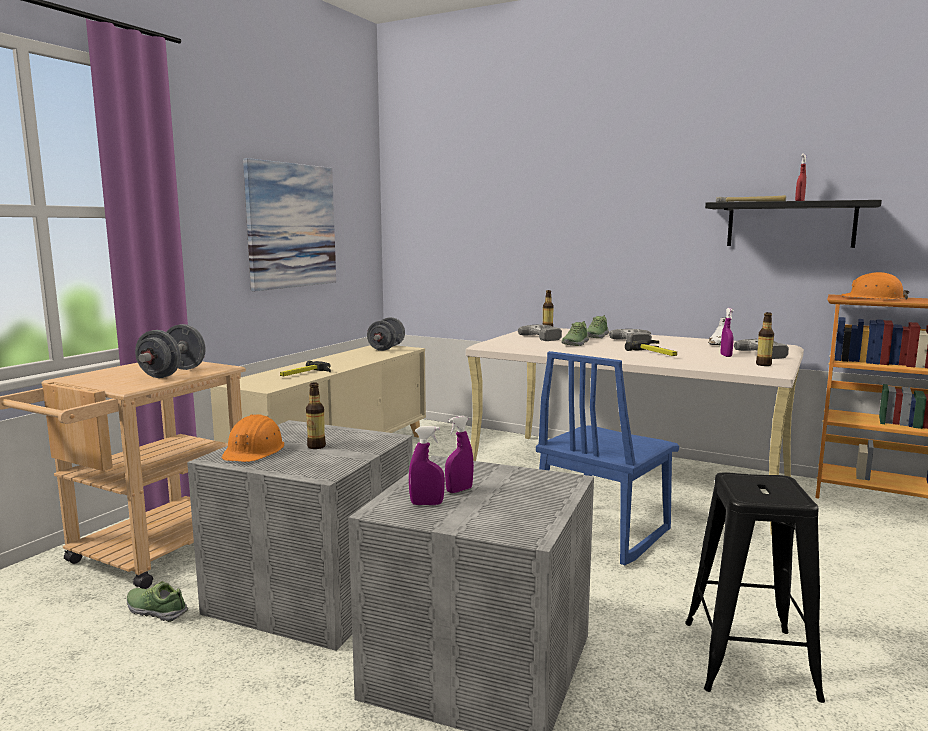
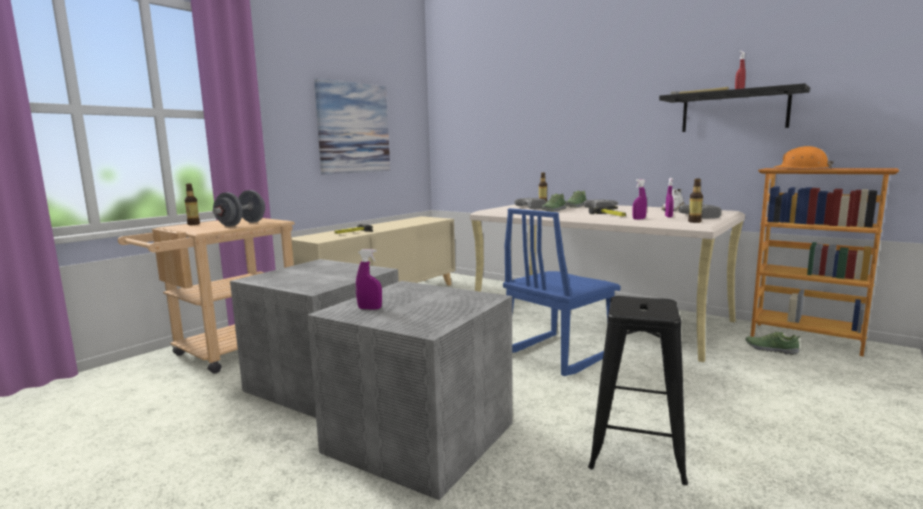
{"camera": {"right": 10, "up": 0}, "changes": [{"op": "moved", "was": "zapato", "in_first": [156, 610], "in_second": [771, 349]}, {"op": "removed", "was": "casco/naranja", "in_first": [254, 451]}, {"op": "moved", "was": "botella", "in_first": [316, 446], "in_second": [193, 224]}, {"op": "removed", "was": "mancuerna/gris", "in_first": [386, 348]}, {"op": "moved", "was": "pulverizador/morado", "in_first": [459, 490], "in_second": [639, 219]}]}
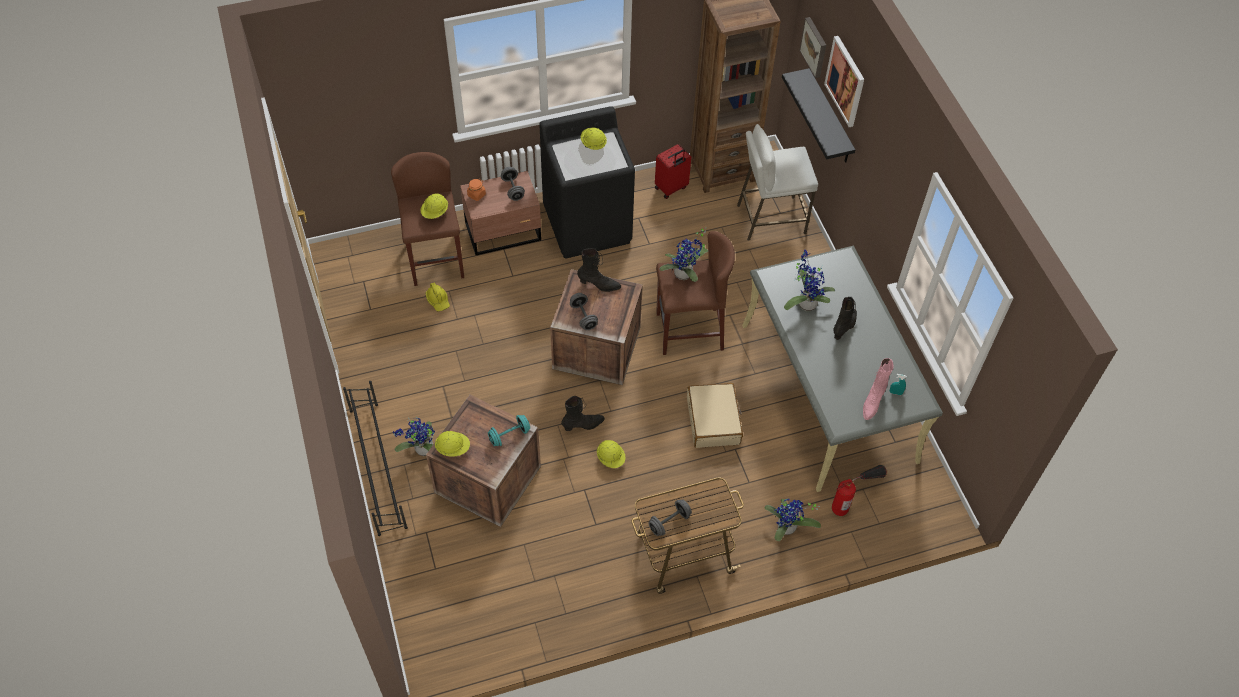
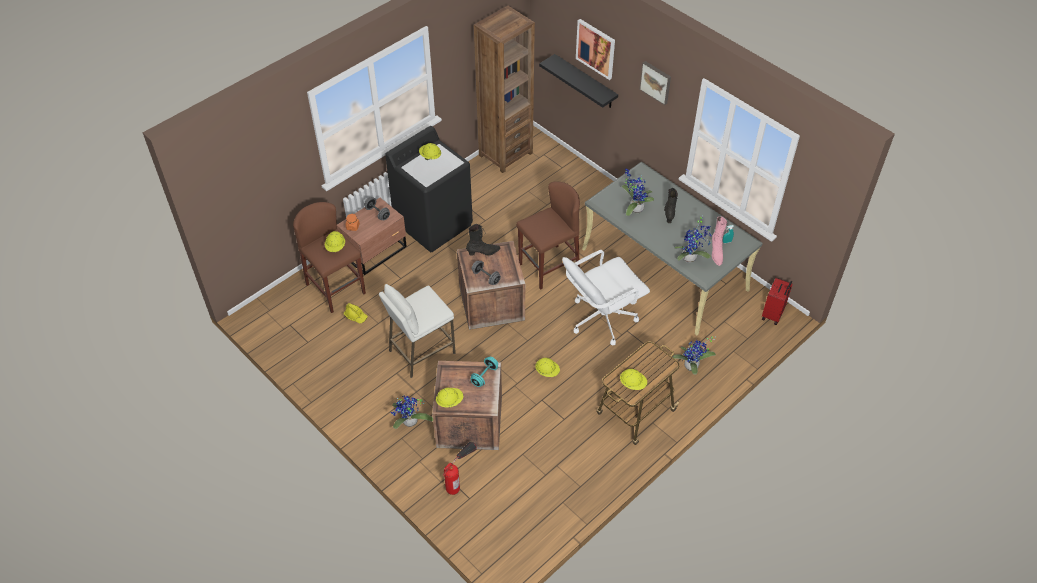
{"camera": {"right": -25, "up": -5}, "changes": [{"op": "removed", "was": "zapatero/negro", "in_first": [378, 467]}, {"op": "removed", "was": "bota/negro", "in_first": [583, 425]}, {"op": "replaced", "was": "mancuerna/gris", "now": "casco/amarillo", "in_first": [669, 522], "in_second": [633, 384]}, {"op": "moved", "was": "maleta/rojo", "in_first": [671, 188], "in_second": [773, 314]}, {"op": "moved", "was": "planta en maceta", "in_first": [685, 275], "in_second": [691, 258]}, {"op": "replaced", "was": "maleta/beis", "now": "silla de oficina/blanco", "in_first": [713, 421], "in_second": [601, 318]}, {"op": "moved", "was": "taburete/blanco", "in_first": [770, 219], "in_second": [421, 352]}, {"op": "moved", "was": "cuadro", "in_first": [815, 47], "in_second": [656, 82]}, {"op": "moved", "was": "extintor", "in_first": [852, 501], "in_second": [460, 478]}]}
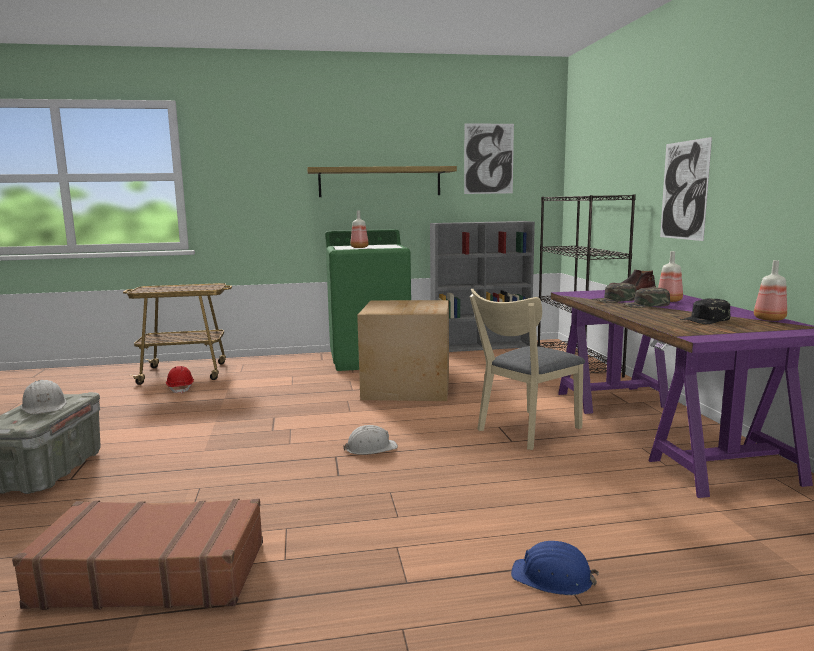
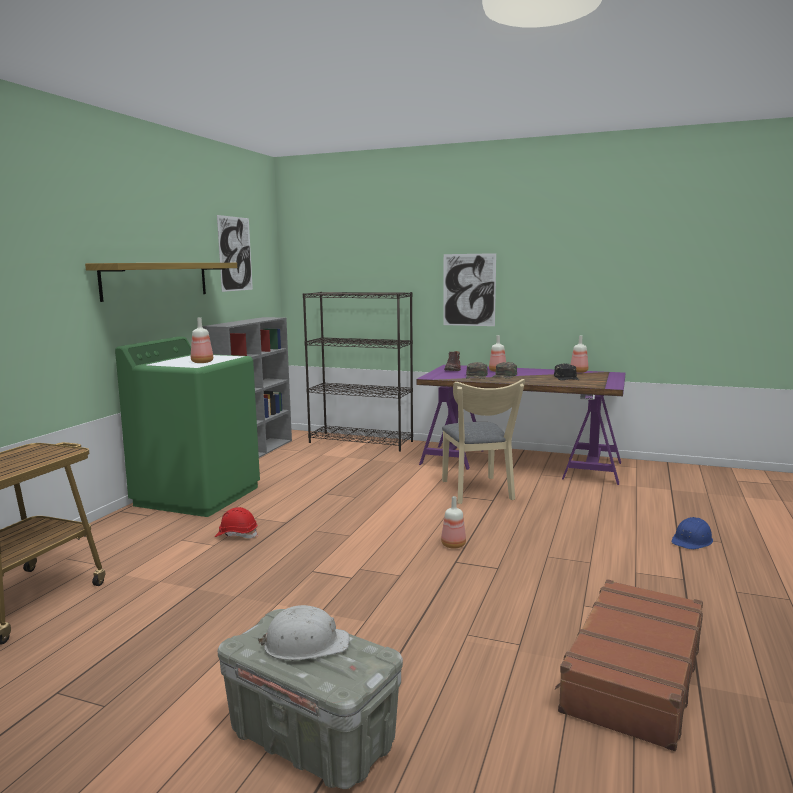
{"camera": {"right": -60, "up": 0}, "changes": [{"op": "moved", "was": "casco/rojo", "in_first": [181, 388], "in_second": [236, 535]}, {"op": "replaced", "was": "casco/blanco", "now": "botella", "in_first": [370, 448], "in_second": [452, 545]}, {"op": "removed", "was": "caja de cartón", "in_first": [408, 387]}]}
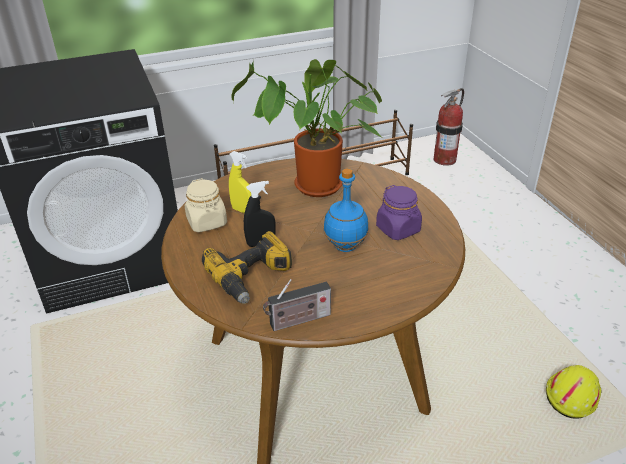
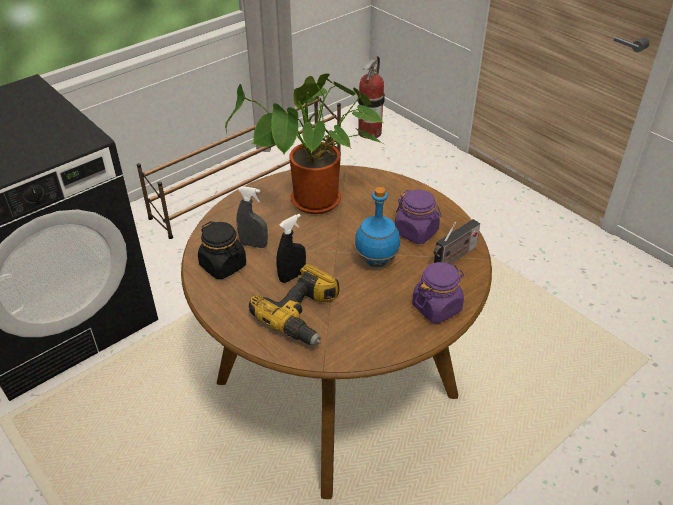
{"camera": {"right": -20, "up": 5}, "changes": [{"op": "recoloured", "was": "tarro/beis", "now": "tarro/negro", "in_first": [207, 222], "in_second": [223, 265]}, {"op": "recoloured", "was": "pulverizador/amarillo", "now": "pulverizador/gris", "in_first": [243, 210], "in_second": [253, 244]}, {"op": "moved", "was": "radio", "in_first": [297, 321], "in_second": [453, 258]}, {"op": "removed", "was": "casco/amarillo", "in_first": [571, 395]}, {"op": "added", "now": "tarro/morado", "in_second": [437, 307]}]}
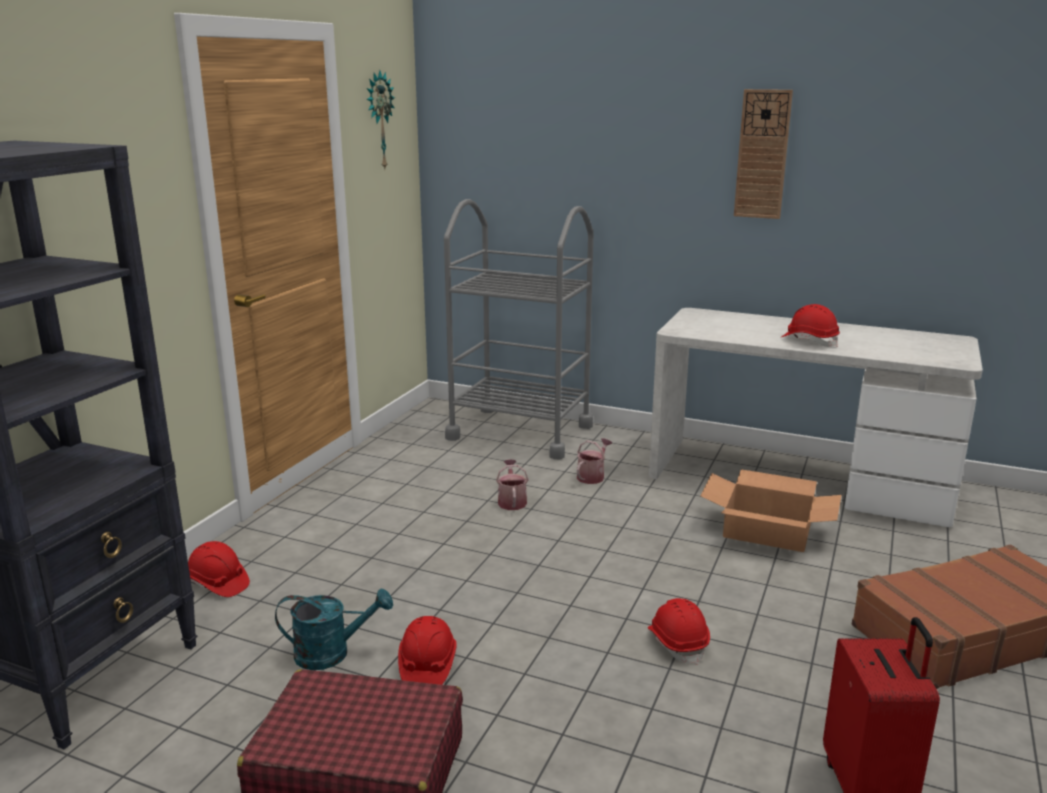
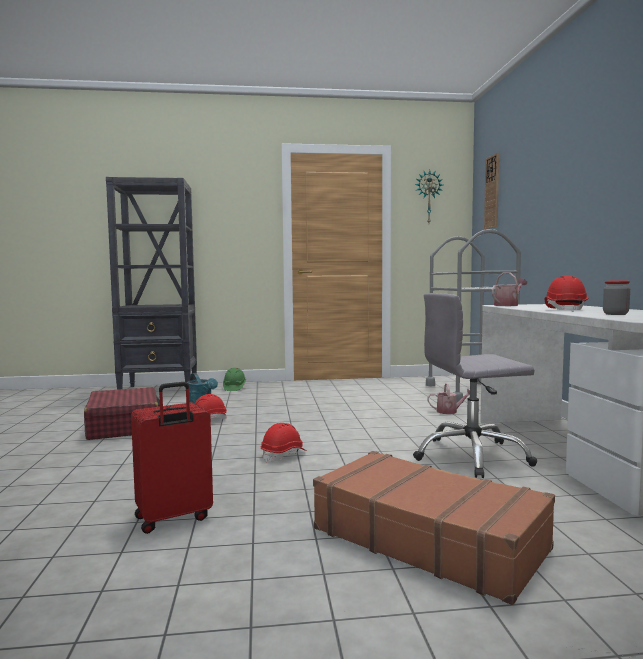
{"camera": {"right": 60, "up": -15}, "changes": [{"op": "recoloured", "was": "casco/rojo", "now": "casco/verde", "in_first": [218, 583], "in_second": [234, 388]}, {"op": "moved", "was": "regadera", "in_first": [512, 501], "in_second": [508, 305]}, {"op": "replaced", "was": "caja de cartón", "now": "silla de oficina/gris", "in_first": [767, 530], "in_second": [471, 456]}, {"op": "moved", "was": "reloj de pared", "in_first": [762, 154], "in_second": [492, 192]}, {"op": "added", "now": "tarro", "in_second": [615, 314]}]}
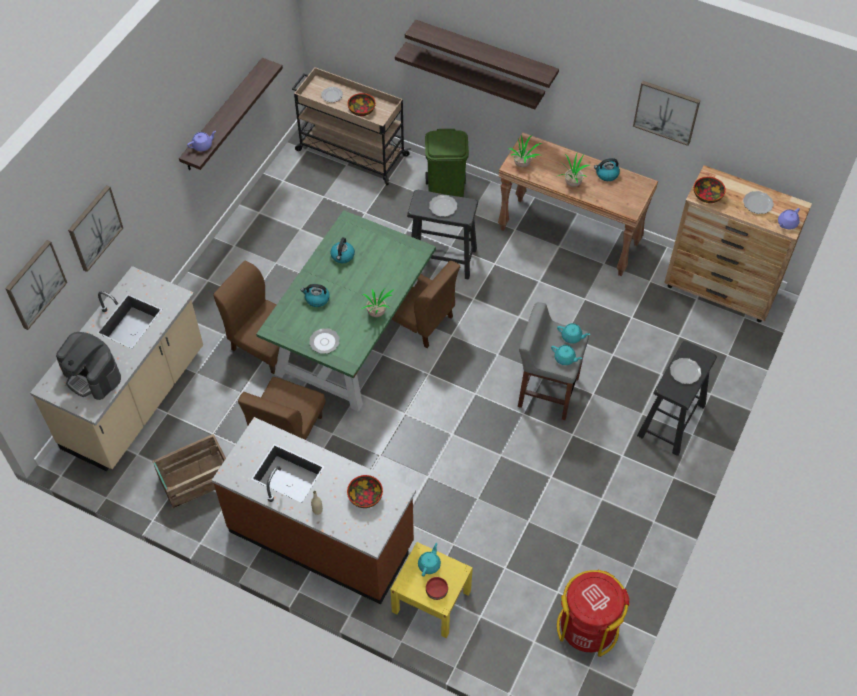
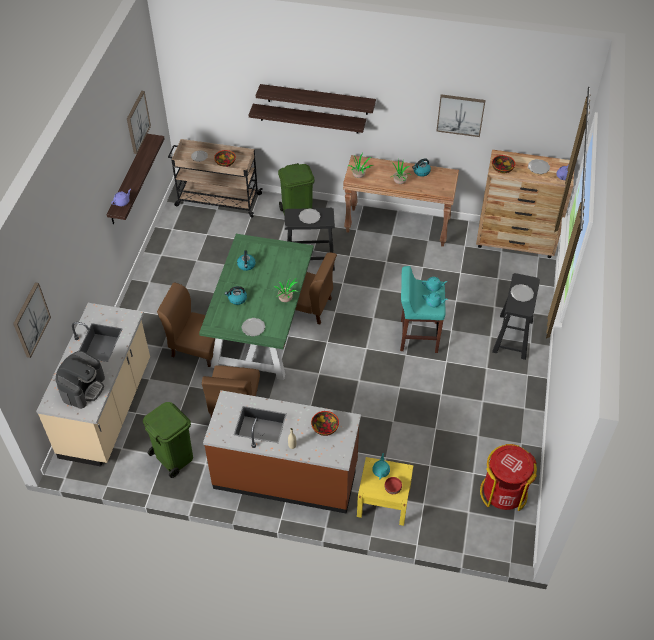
{"camera": {"right": -15, "up": -5}, "changes": [{"op": "turned", "was": "cafetera", "in_first": [92, 376], "in_second": [83, 388], "clockwise": -90}, {"op": "moved", "was": "cuadro", "in_first": [94, 228], "in_second": [137, 122]}, {"op": "replaced", "was": "caja de embalaje", "now": "papelera/verde", "in_first": [195, 479], "in_second": [173, 456]}, {"op": "recoloured", "was": "taburete/gris", "now": "taburete/turquesa", "in_first": [547, 392], "in_second": [418, 336]}]}
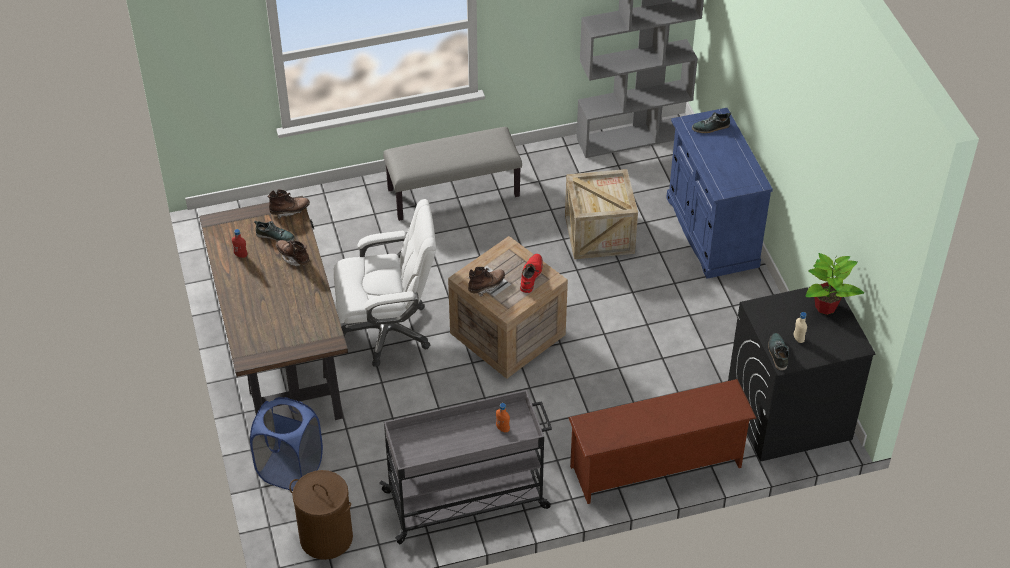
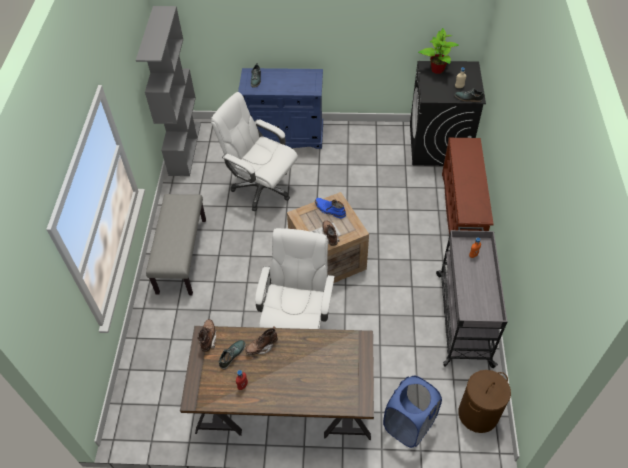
{"camera": {"right": -70, "up": 5}, "changes": [{"op": "recoloured", "was": "bota/rojo", "now": "bota/azul", "in_first": [530, 276], "in_second": [329, 210]}, {"op": "replaced", "was": "caja de embalaje", "now": "silla de oficina/blanco", "in_first": [599, 234], "in_second": [261, 187]}]}
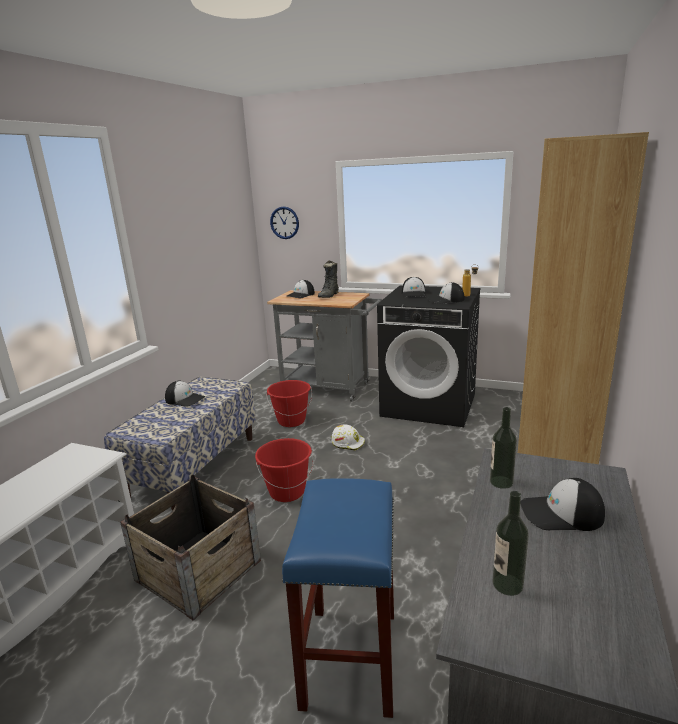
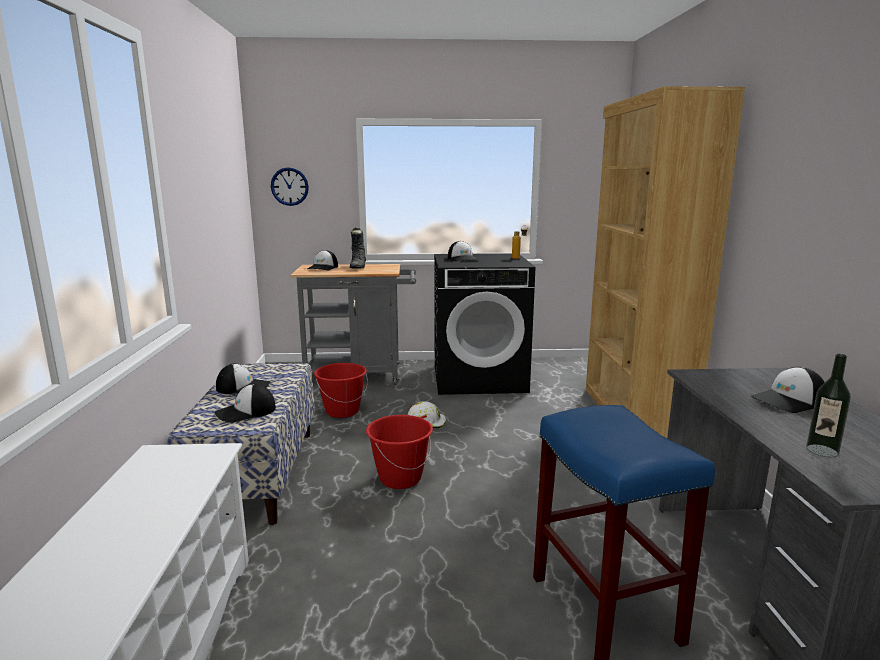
{"camera": {"right": -25, "up": -5}, "changes": [{"op": "removed", "was": "caja de embalaje", "in_first": [198, 570]}, {"op": "moved", "was": "gorra", "in_first": [445, 300], "in_second": [246, 412]}, {"op": "removed", "was": "botella", "in_first": [501, 482]}]}
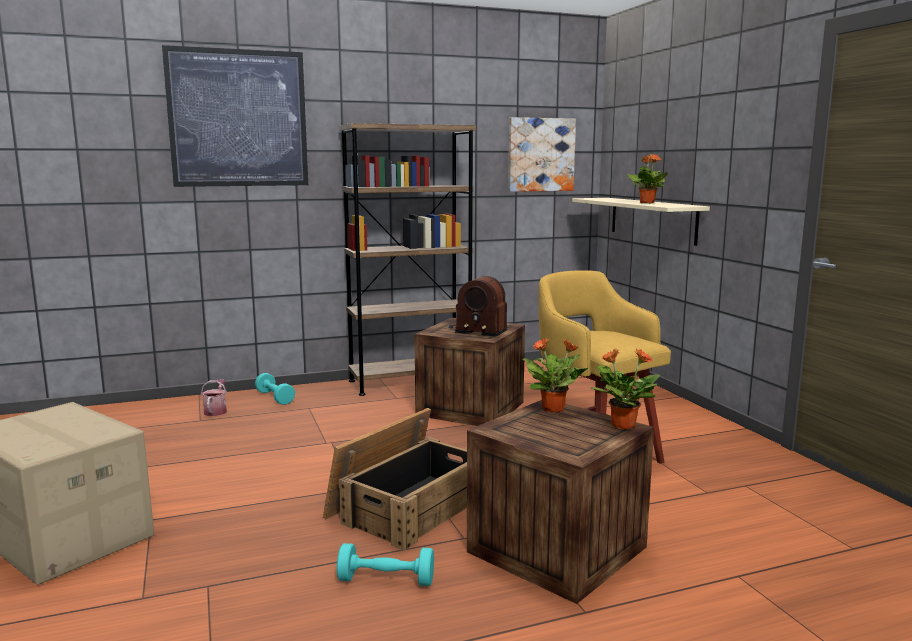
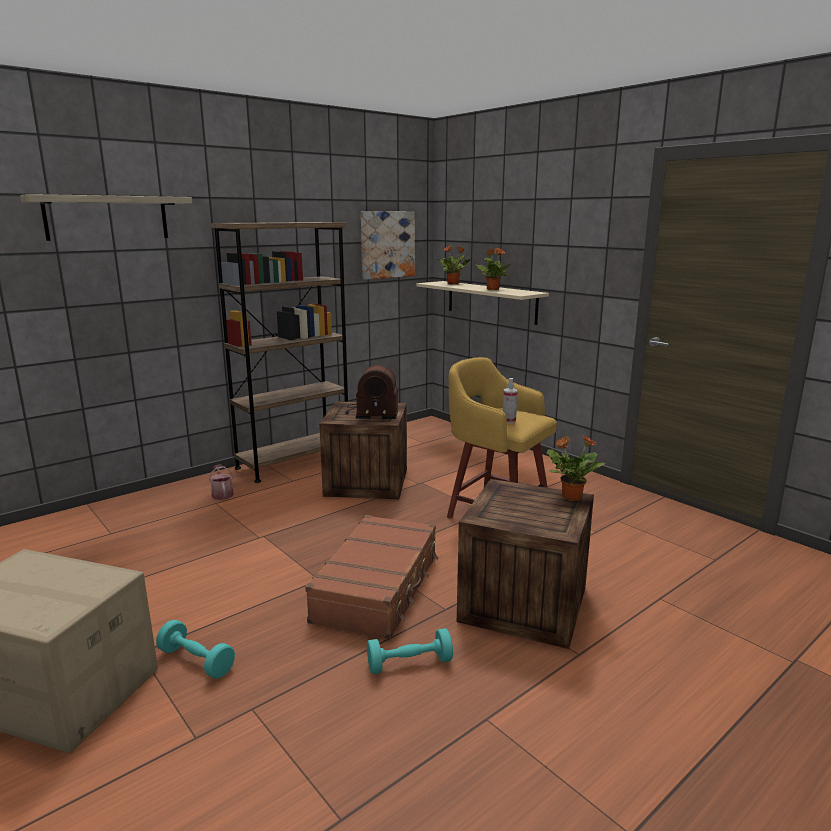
{"camera": {"right": -20, "up": 5}, "changes": [{"op": "replaced", "was": "cuadro", "now": "estante", "in_first": [238, 118], "in_second": [107, 218]}, {"op": "moved", "was": "regadera", "in_first": [216, 411], "in_second": [222, 494]}, {"op": "moved", "was": "mancuerna/turquesa", "in_first": [275, 398], "in_second": [196, 661]}, {"op": "replaced", "was": "caja de embalaje", "now": "maleta/marrón", "in_first": [408, 505], "in_second": [378, 587]}, {"op": "moved", "was": "planta en maceta", "in_first": [554, 409], "in_second": [453, 284]}, {"op": "added", "now": "pulverizador", "in_second": [509, 421]}]}
